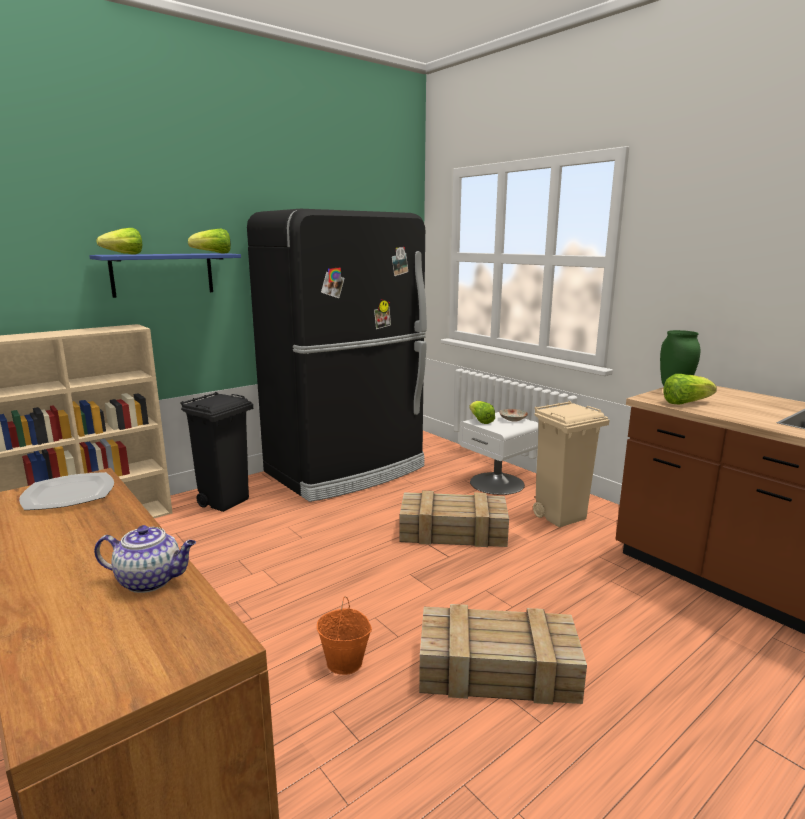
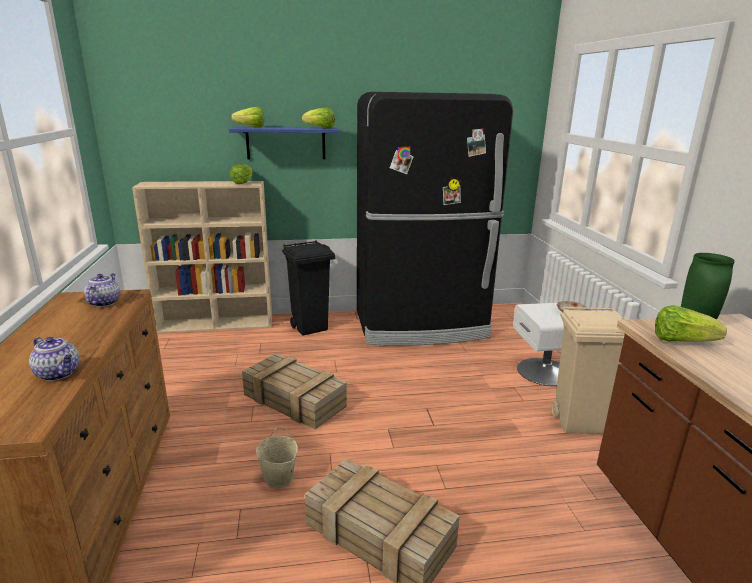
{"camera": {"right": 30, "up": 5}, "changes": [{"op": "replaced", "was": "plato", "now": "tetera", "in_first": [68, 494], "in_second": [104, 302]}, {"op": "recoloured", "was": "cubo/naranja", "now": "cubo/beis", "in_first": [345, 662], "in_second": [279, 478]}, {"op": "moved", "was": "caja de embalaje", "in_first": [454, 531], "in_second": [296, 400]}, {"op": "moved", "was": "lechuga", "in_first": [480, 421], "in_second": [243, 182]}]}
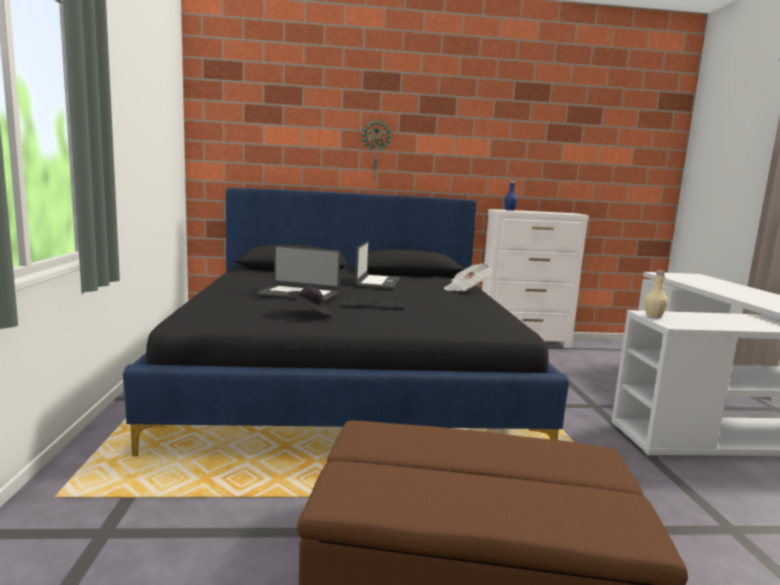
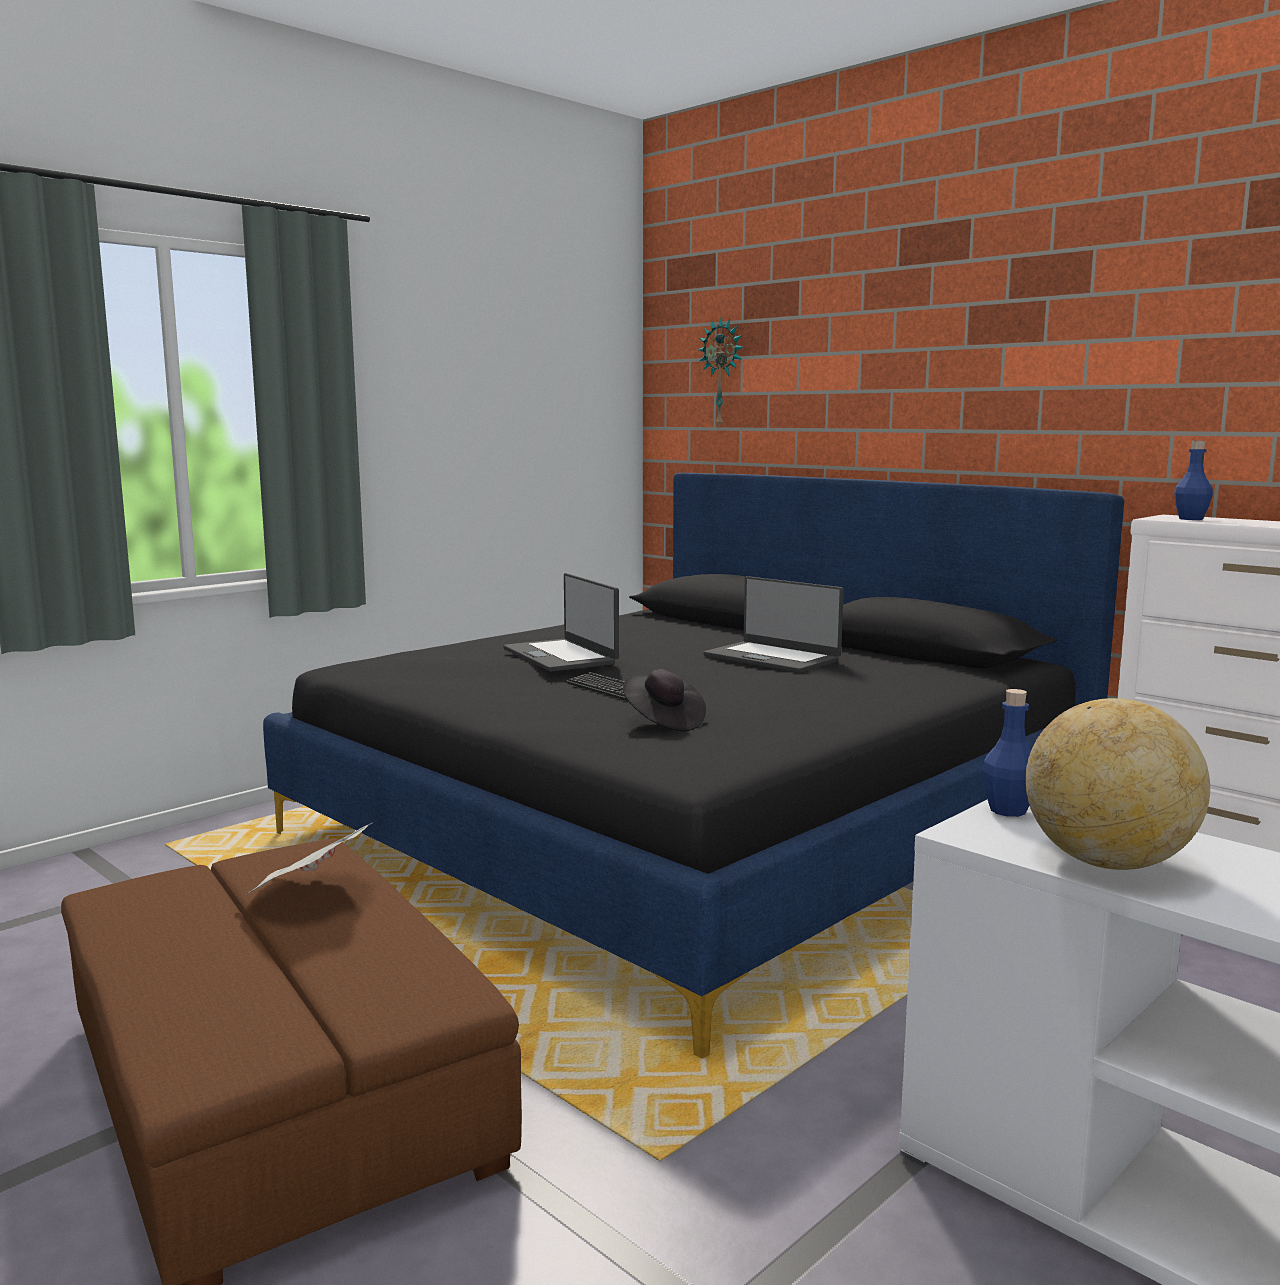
{"camera": {"right": 50, "up": 0}, "changes": [{"op": "moved", "was": "sombrero/negro", "in_first": [310, 314], "in_second": [663, 722]}, {"op": "turned", "was": "portátil", "in_first": [377, 282], "in_second": [772, 658], "clockwise": 75}, {"op": "moved", "was": "reloj de pared", "in_first": [375, 149], "in_second": [723, 373]}, {"op": "moved", "was": "periódico", "in_first": [466, 290], "in_second": [307, 894]}, {"op": "recoloured", "was": "botella/beis", "now": "botella/azul", "in_first": [653, 316], "in_second": [1008, 810]}, {"op": "added", "now": "globo terráqueo", "in_second": [1108, 863]}]}
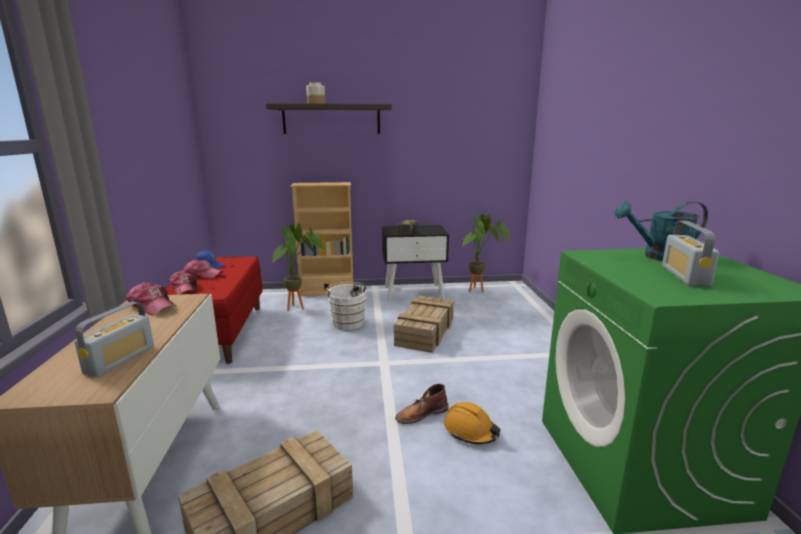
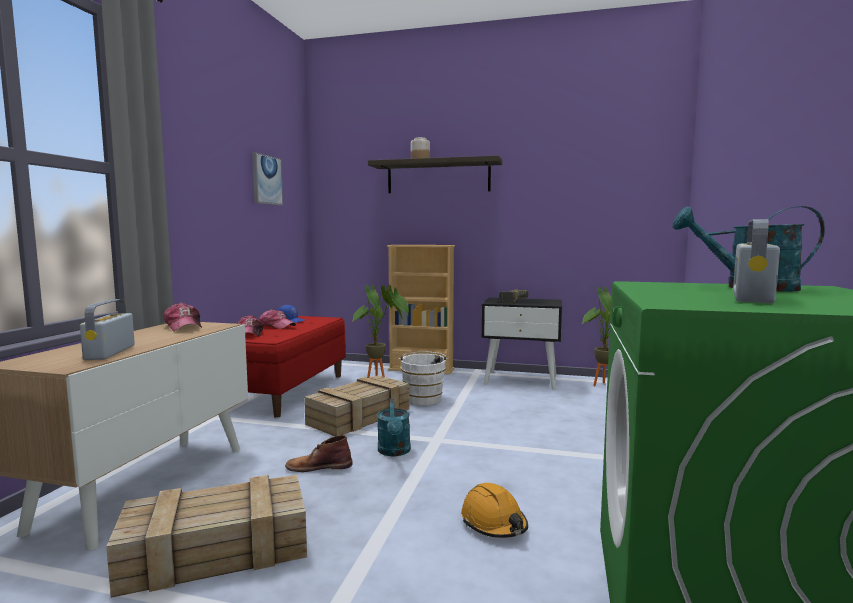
{"camera": {"right": 20, "up": -10}, "changes": [{"op": "turned", "was": "radio", "in_first": [120, 359], "in_second": [110, 352], "clockwise": 135}, {"op": "moved", "was": "caja de embalaje", "in_first": [425, 332], "in_second": [358, 417]}, {"op": "moved", "was": "bota/marrón", "in_first": [421, 414], "in_second": [318, 466]}, {"op": "added", "now": "cuadro", "in_second": [266, 180]}, {"op": "added", "now": "regadera/turquesa", "in_second": [394, 452]}]}
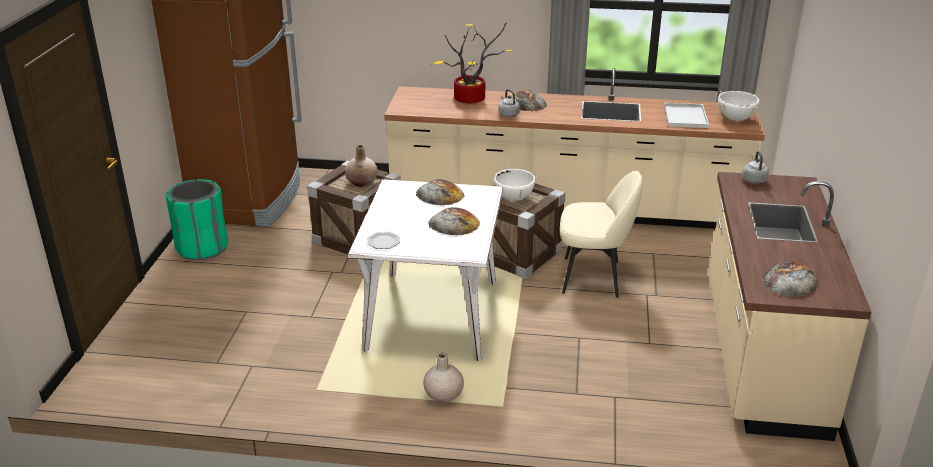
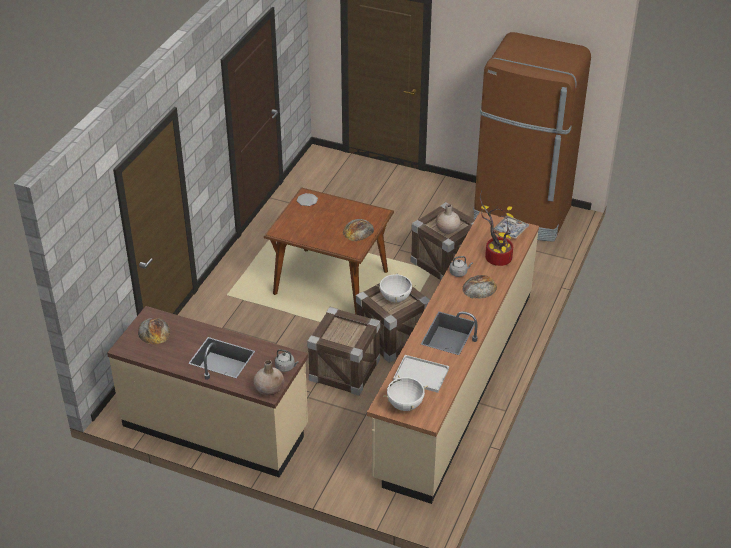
{"camera": {"right": 105, "up": 10}, "changes": [{"op": "removed", "was": "papelera/verde", "in_first": [202, 248]}, {"op": "recoloured", "was": "mesa de comedor/blanco", "now": "mesa de comedor/marrón", "in_first": [432, 314], "in_second": [331, 282]}, {"op": "moved", "was": "florero/beis", "in_first": [443, 395], "in_second": [269, 389]}, {"op": "removed", "was": "pan", "in_first": [454, 224]}, {"op": "replaced", "was": "silla/beis", "now": "caja de embalaje", "in_first": [593, 277], "in_second": [344, 370]}, {"op": "added", "now": "bandeja", "in_second": [511, 230]}]}
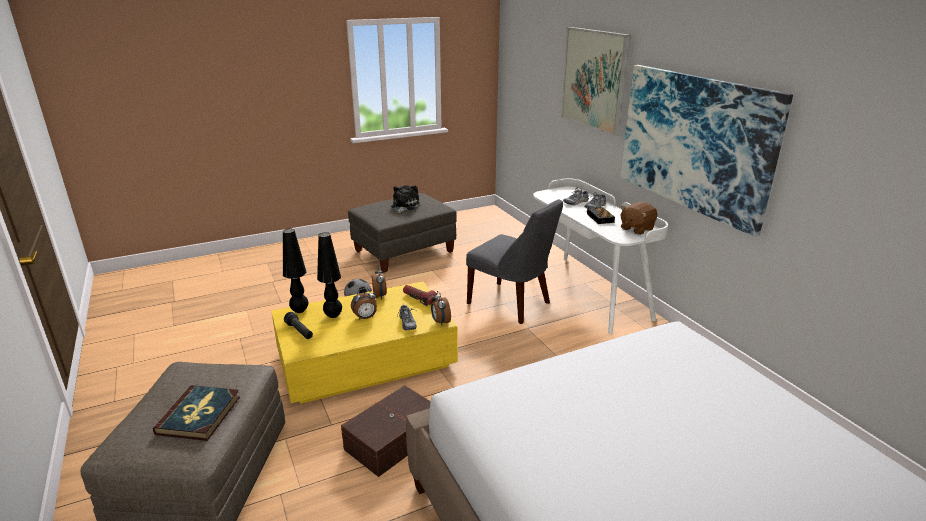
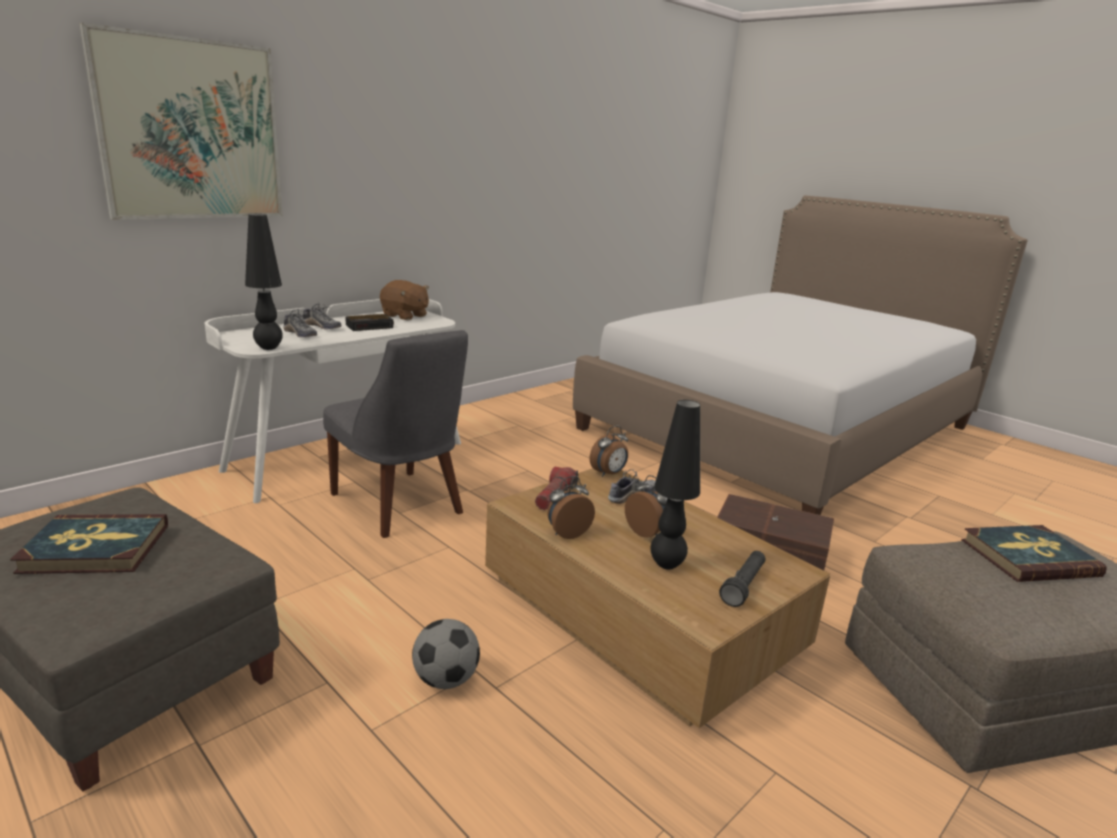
{"camera": {"right": -110, "up": -5}, "changes": [{"op": "recoloured", "was": "mesa de centro/amarillo", "now": "mesa de centro/marrón", "in_first": [366, 360], "in_second": [637, 614]}, {"op": "moved", "was": "lámpara de mesa/negro", "in_first": [299, 311], "in_second": [269, 348]}, {"op": "replaced", "was": "peluche", "now": "libro", "in_first": [404, 206], "in_second": [95, 548]}, {"op": "turned", "was": "silla/gris", "in_first": [512, 304], "in_second": [400, 506], "clockwise": 120}, {"op": "removed", "was": "cuadro", "in_first": [694, 143]}]}
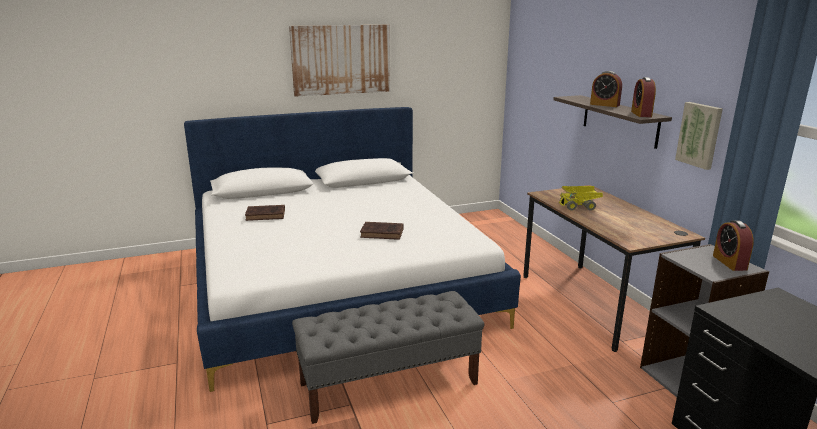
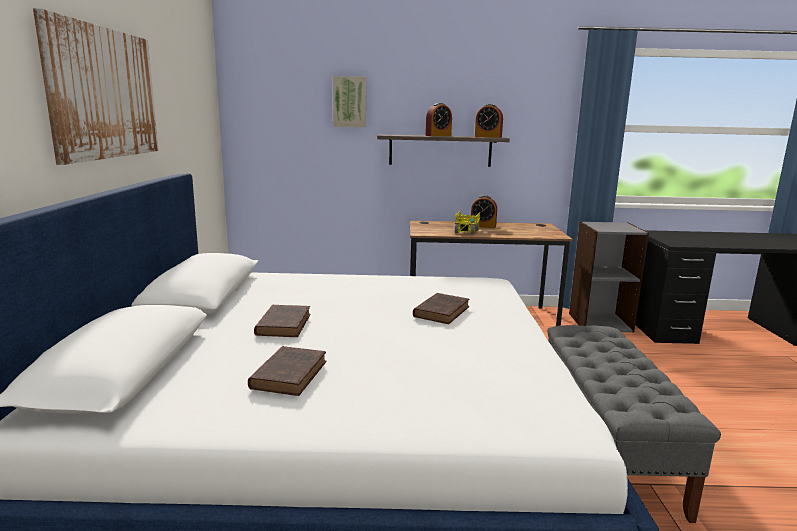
{"camera": {"right": -70, "up": -5}, "changes": [{"op": "moved", "was": "cuadro", "in_first": [700, 135], "in_second": [349, 102]}, {"op": "moved", "was": "despertador", "in_first": [729, 262], "in_second": [483, 226]}, {"op": "added", "now": "libro/marrón", "in_second": [284, 324]}]}
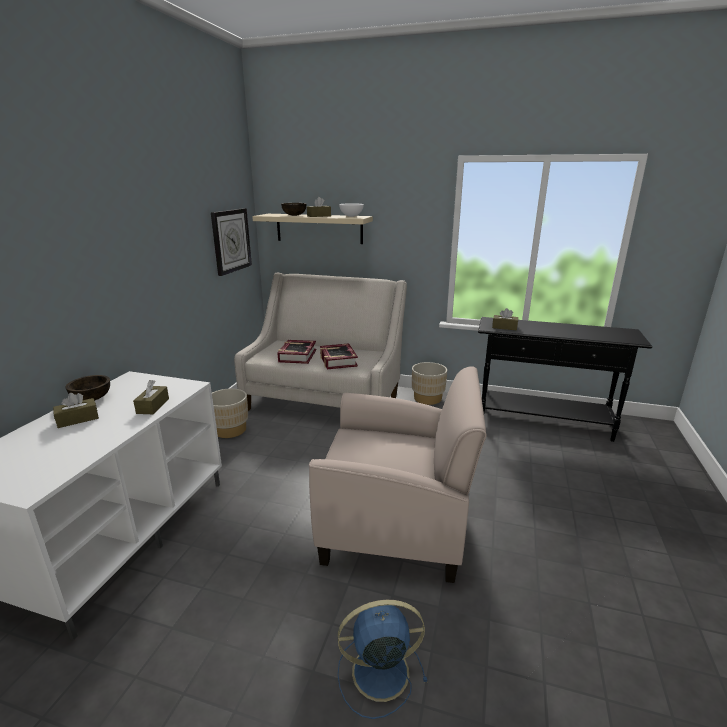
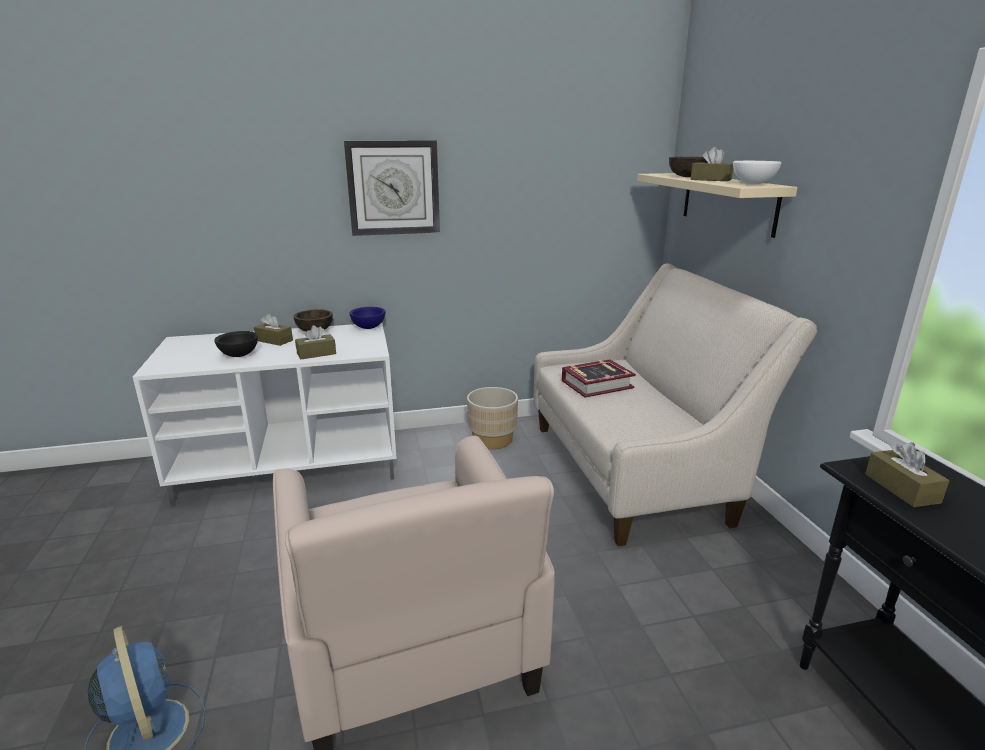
{"camera": {"right": 60, "up": 0}, "changes": [{"op": "moved", "was": "reloj de pared", "in_first": [231, 241], "in_second": [393, 188]}, {"op": "removed", "was": "libro", "in_first": [338, 361]}, {"op": "removed", "was": "maceta/beis", "in_first": [427, 398]}, {"op": "added", "now": "cuenco/negro", "in_second": [239, 355]}, {"op": "added", "now": "cuenco/azul", "in_second": [368, 327]}]}
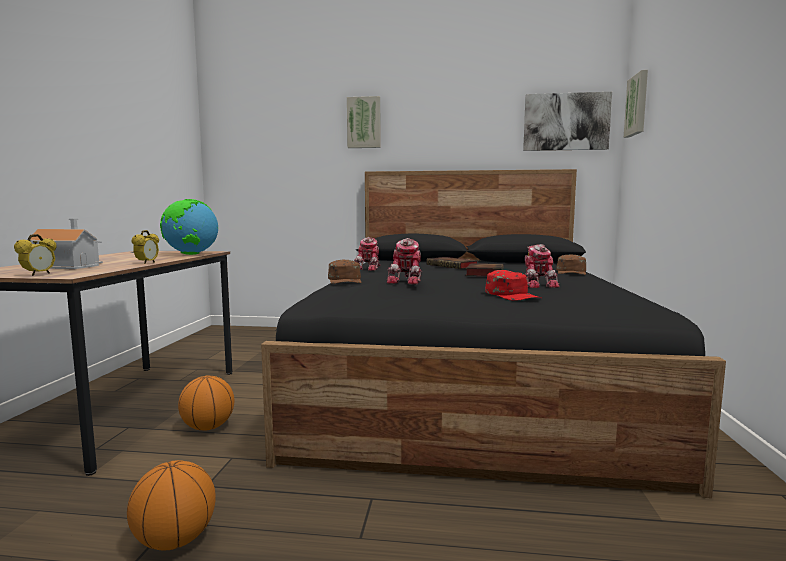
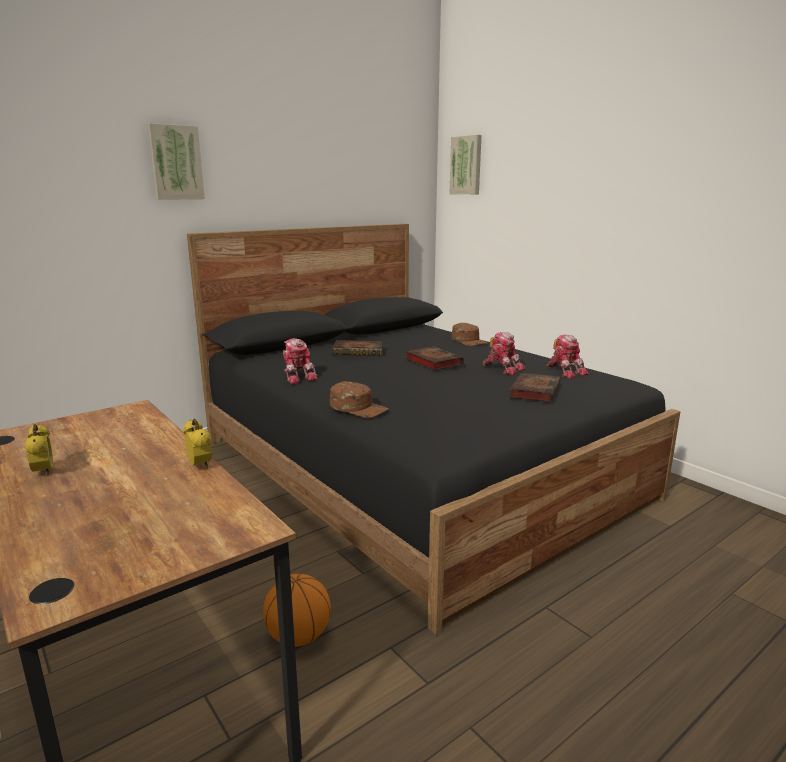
{"camera": {"right": -45, "up": 10}, "changes": [{"op": "moved", "was": "despertador", "in_first": [38, 274], "in_second": [44, 472]}, {"op": "removed", "was": "casita", "in_first": [69, 265]}, {"op": "removed", "was": "balón de baloncesto", "in_first": [175, 540]}, {"op": "removed", "was": "globo terráqueo", "in_first": [191, 254]}, {"op": "moved", "was": "robot de juguete", "in_first": [407, 281], "in_second": [565, 371]}, {"op": "replaced", "was": "gorra/rojo", "now": "libro", "in_first": [512, 295], "in_second": [534, 391]}, {"op": "removed", "was": "cuadro", "in_first": [566, 122]}]}
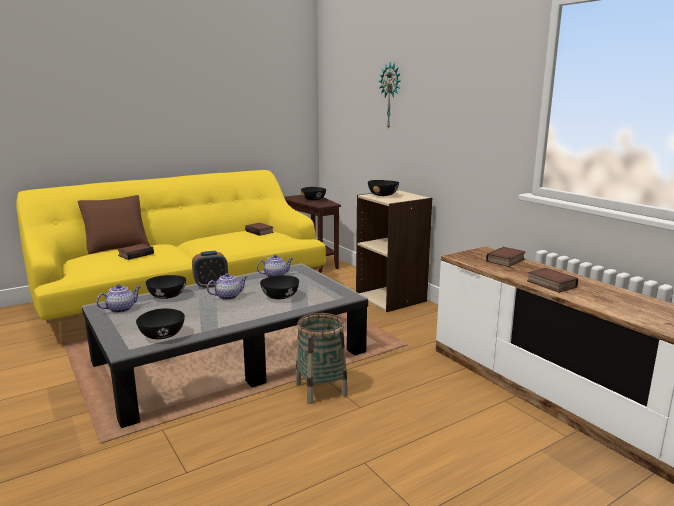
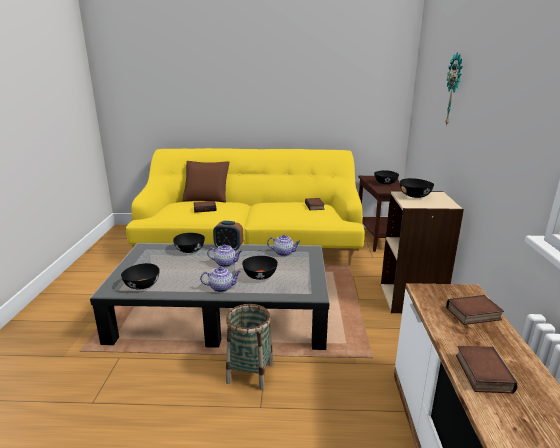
{"camera": {"right": 35, "up": 5}, "changes": [{"op": "moved", "was": "tetera", "in_first": [121, 309], "in_second": [222, 287]}]}
